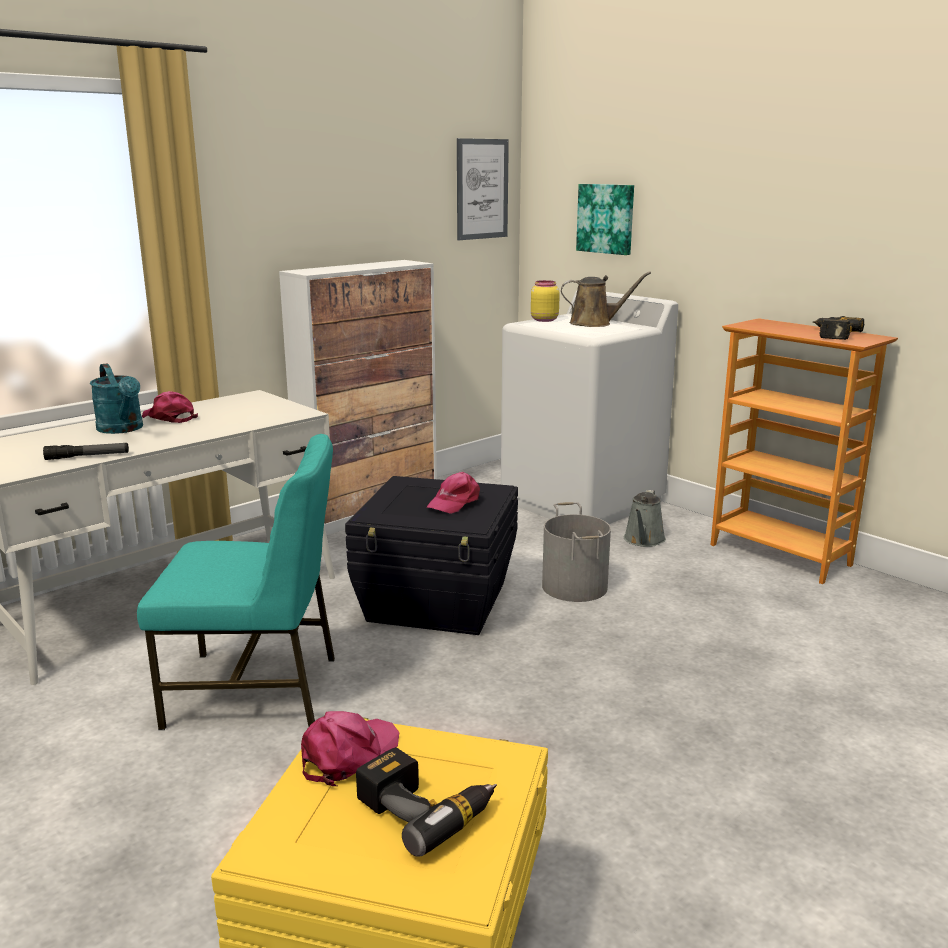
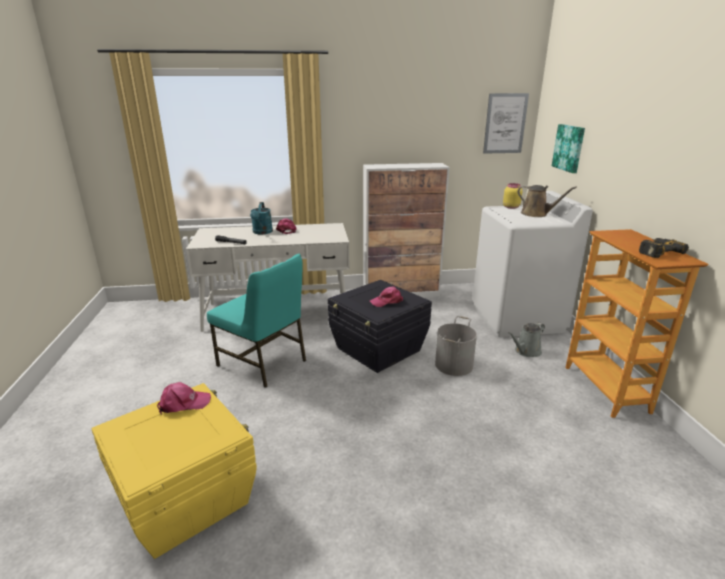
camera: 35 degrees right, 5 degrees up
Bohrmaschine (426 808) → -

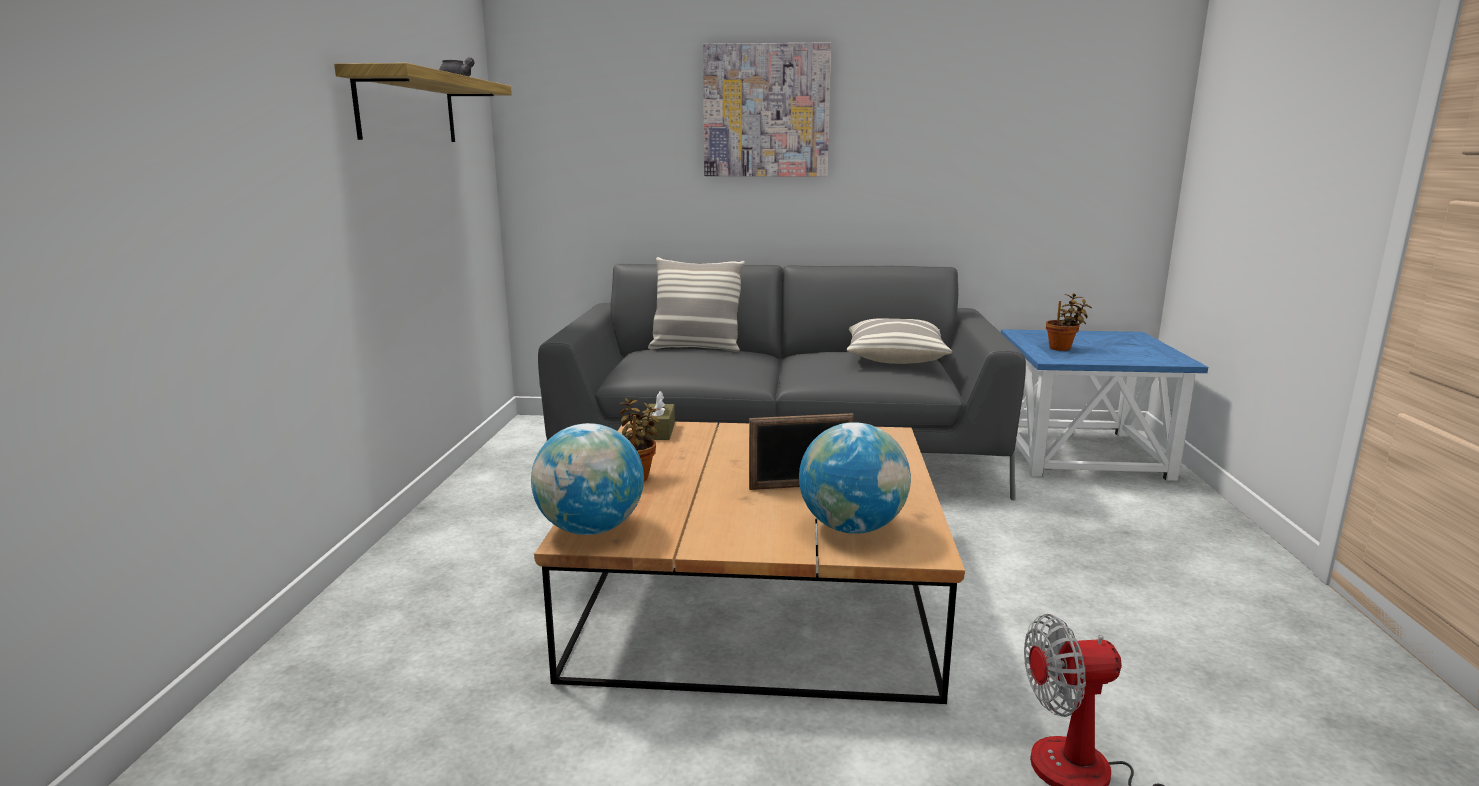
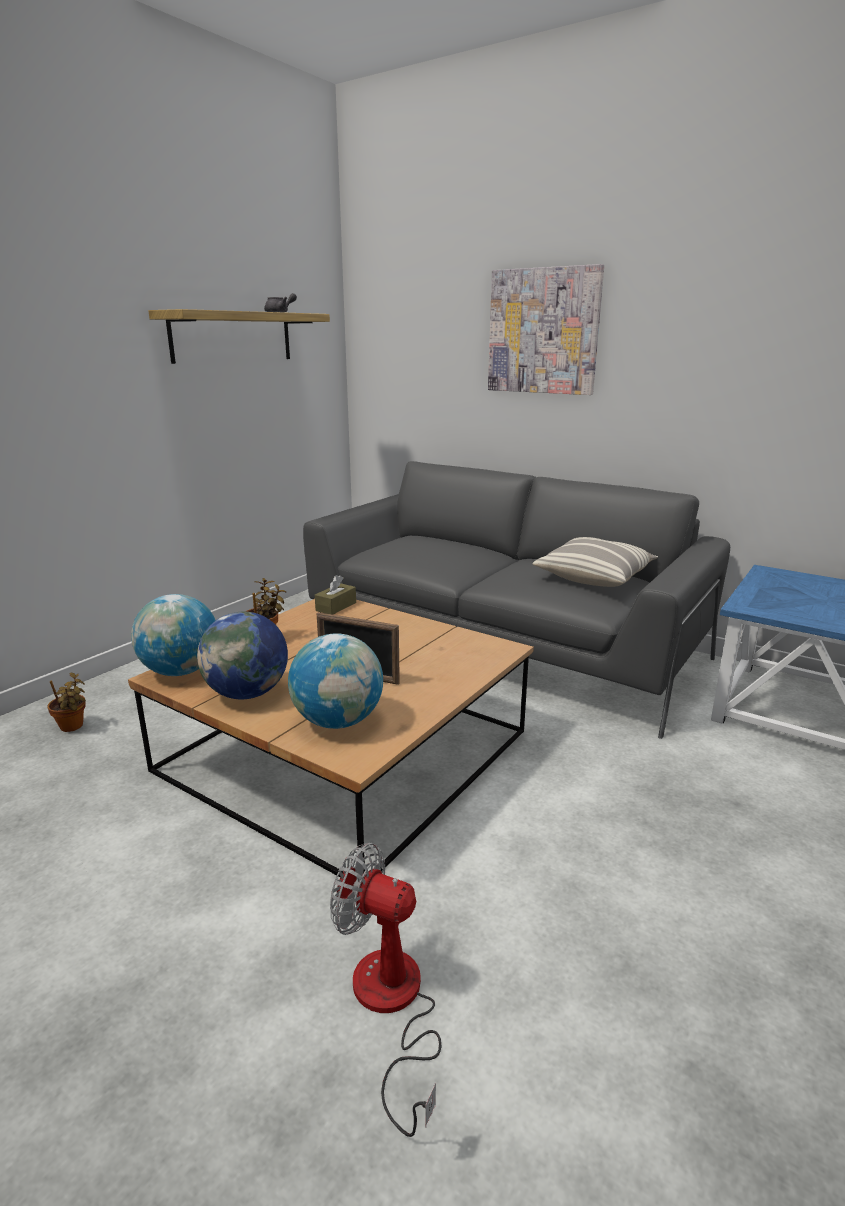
camera: 30 degrees right, 5 degrees up
Kissen (696 348) → -
Topfpflanze (1062 348) → Topfpflanze (73 727), moved
- → Globus (247 693)

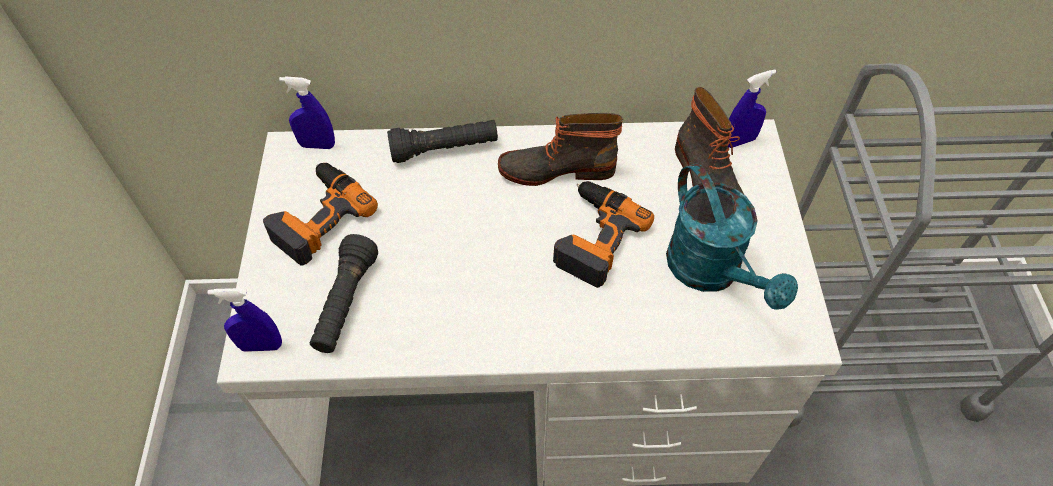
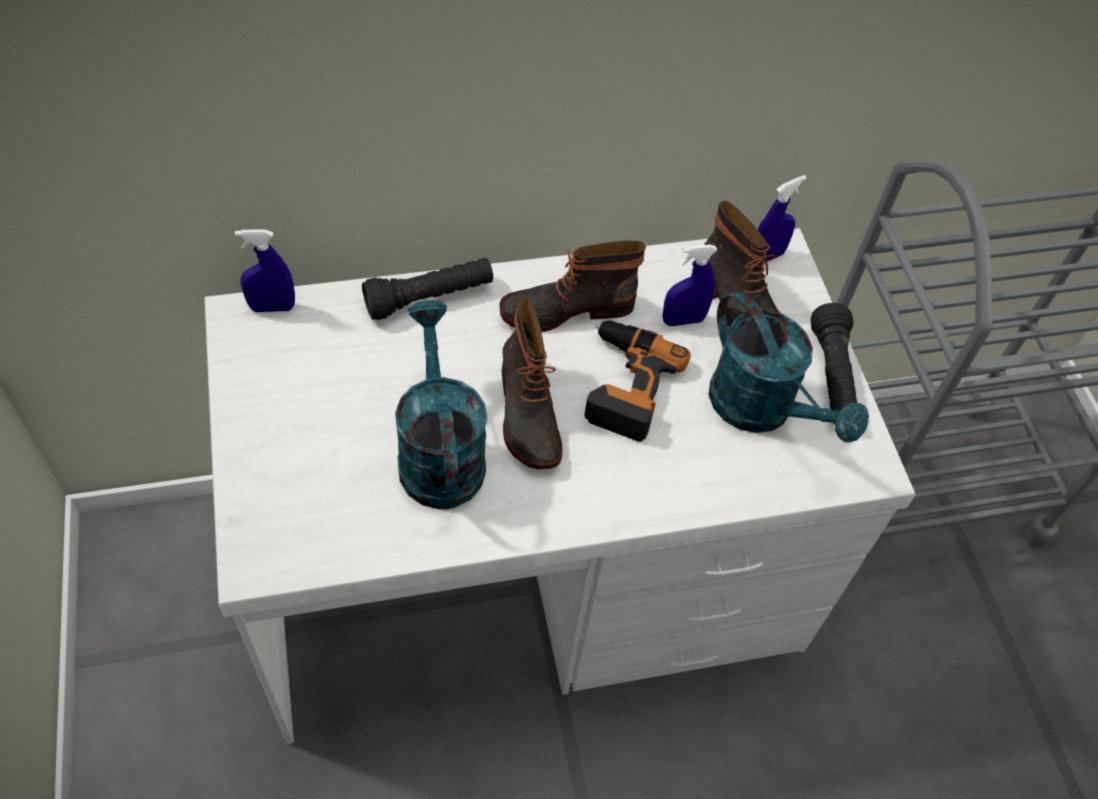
camera: 15 degrees left, 0 degrees up
Bohrmaschine (317 217) → -
Taschenlampe (schwarz) (346 303) → Taschenlampe (schwarz) (832 377), moved
Sprühflasche (blau) (261 346) → Sprühflasche (blau) (683 320), moved
- → Stiefel (526 414)
- → Gießkanne (türkis) (439 451)

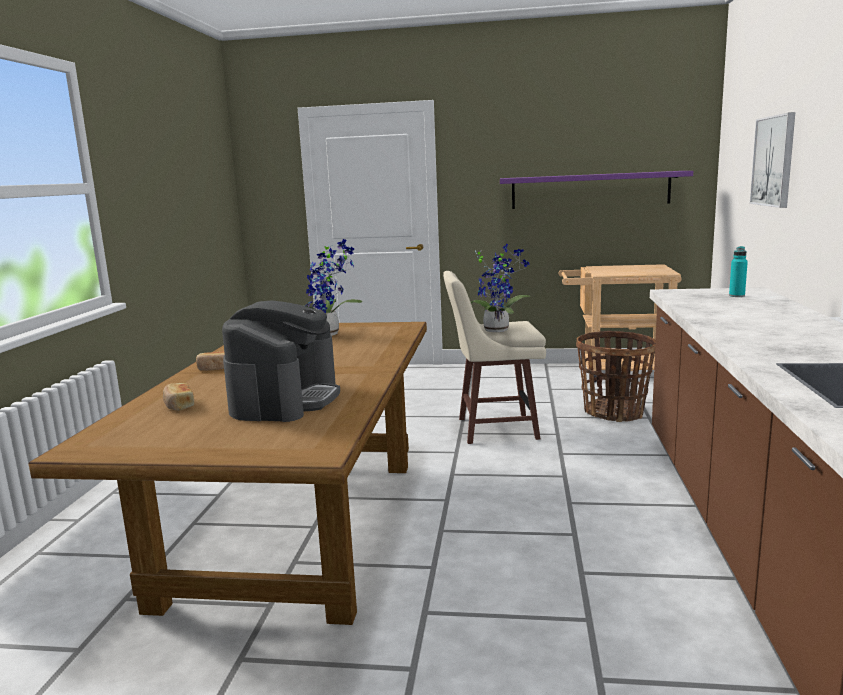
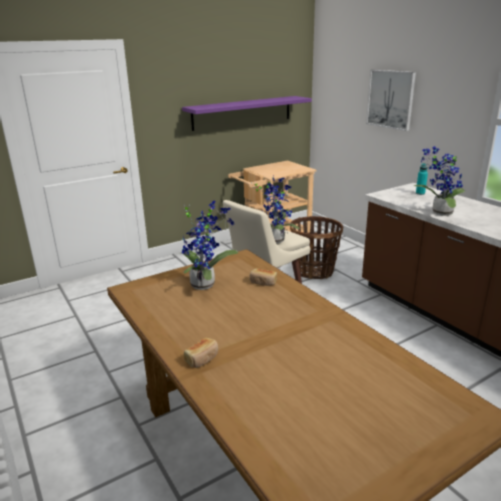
camera: 40 degrees left, 10 degrees up
Kaffeemaschine (285 400) → -
Brot (178 405) → Brot (263 282), moved
- → Topfpflanze (439 213)

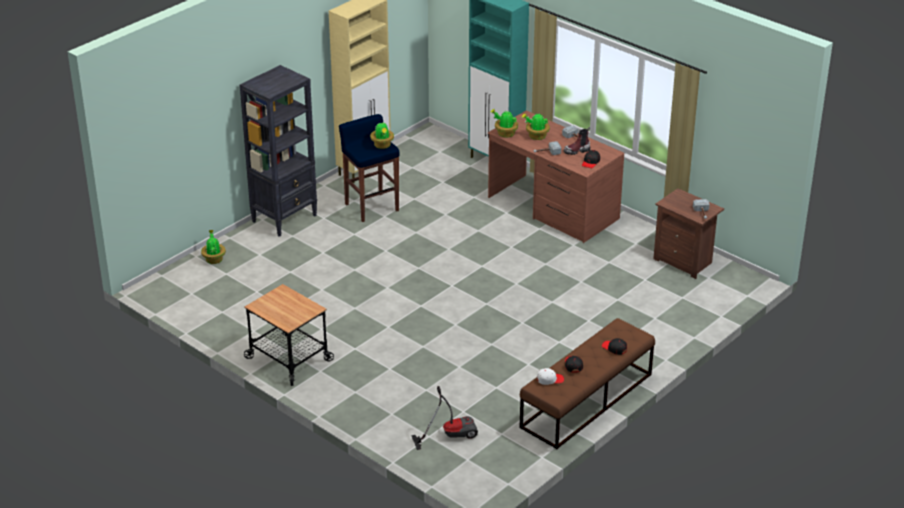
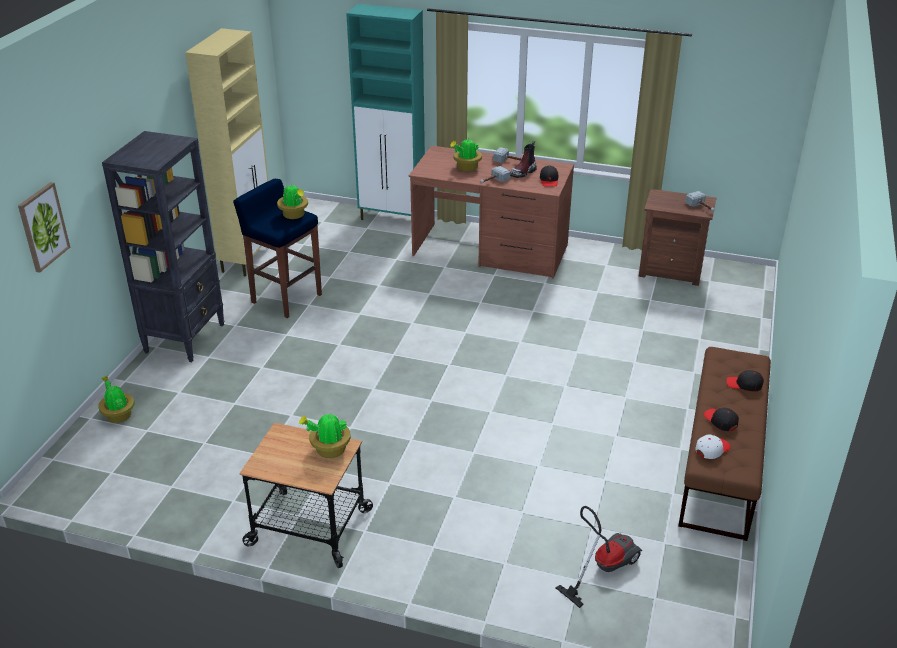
camera: 25 degrees left, 0 degrees up
Topfpflanze (505 134) → Topfpflanze (329 450), moved
- → Bild (43 227)

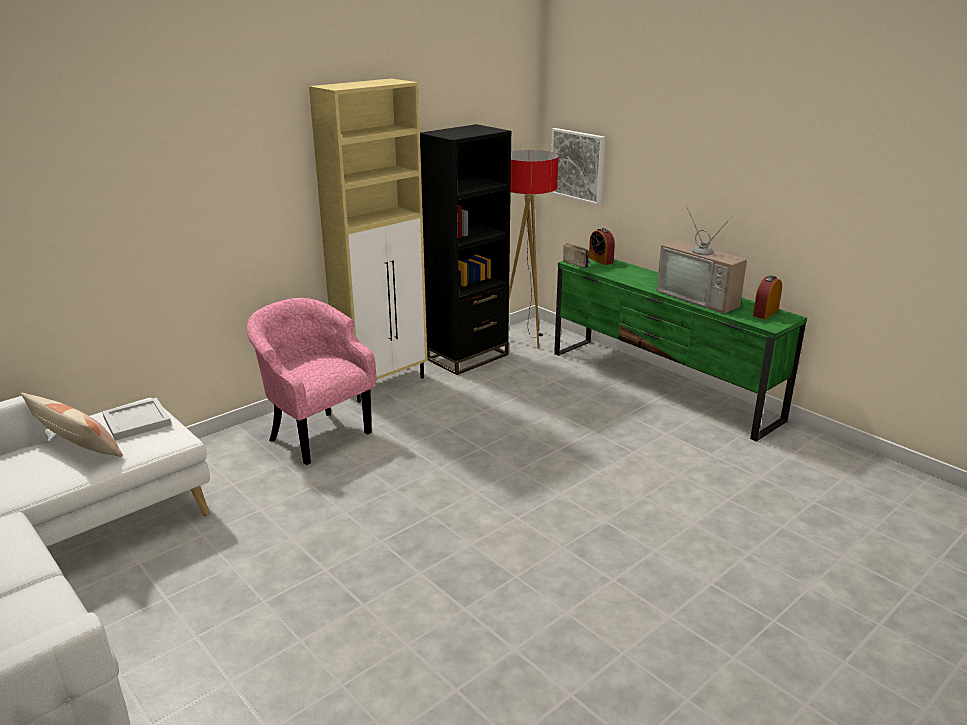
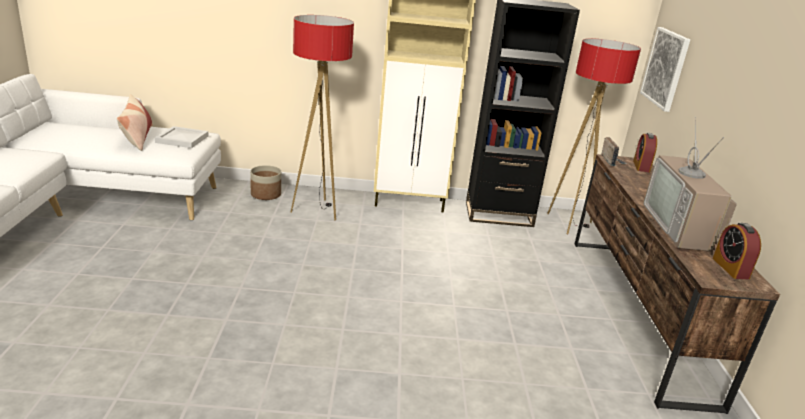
camera: 40 degrees right, 0 degrees up
Fernsehschrank (grün) (661 385) → Fernsehschrank (braun) (635 312)
Wecker (765 313) → Wecker (730 268), 90 degrees counterclockwise
Sessel (rosa) (315 435) → Stehlampe (317 210)
- → Pflanzkübel (266 194)

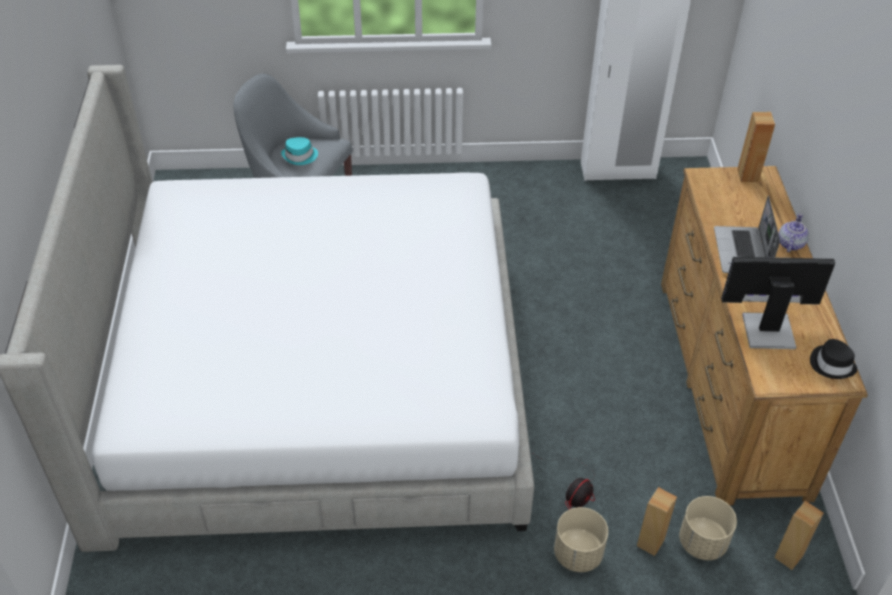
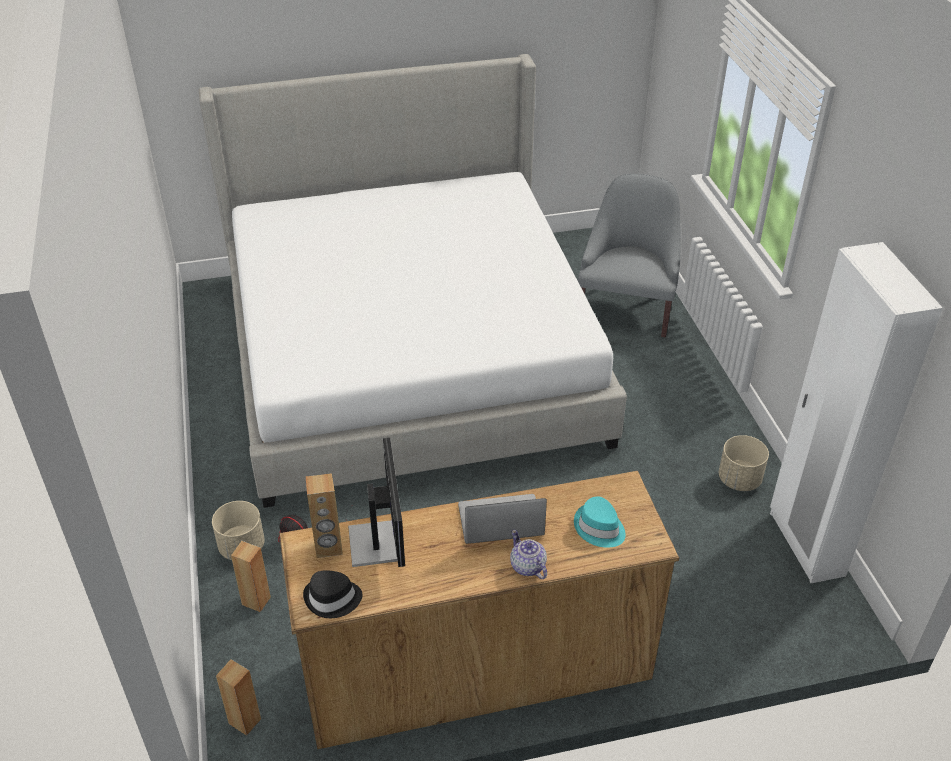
camera: 80 degrees right, 5 degrees down
Lautsprecher (braun) (748 175) → Lautsprecher (braun) (328 547), moved
Hut (türkis) (300 156) → Hut (türkis) (599 528), moved
Teekanne (790 244) → Teekanne (527 567), 135 degrees counterclockwise
Pflanzkübel (beige) (702 542) → Pflanzkübel (beige) (739 479), moved

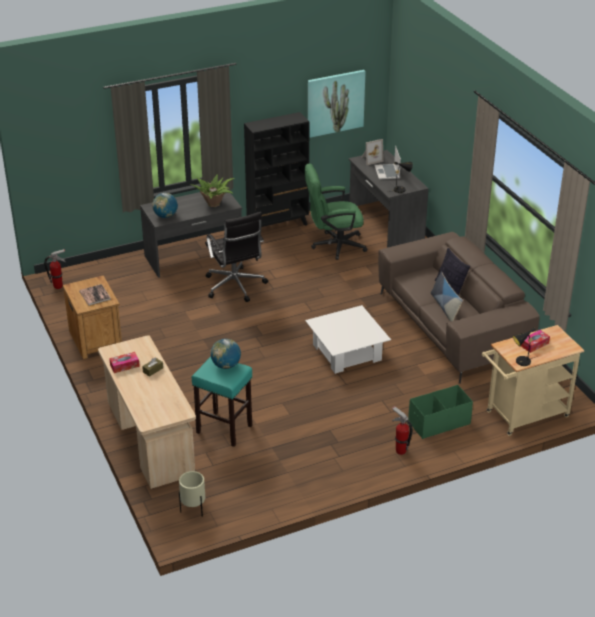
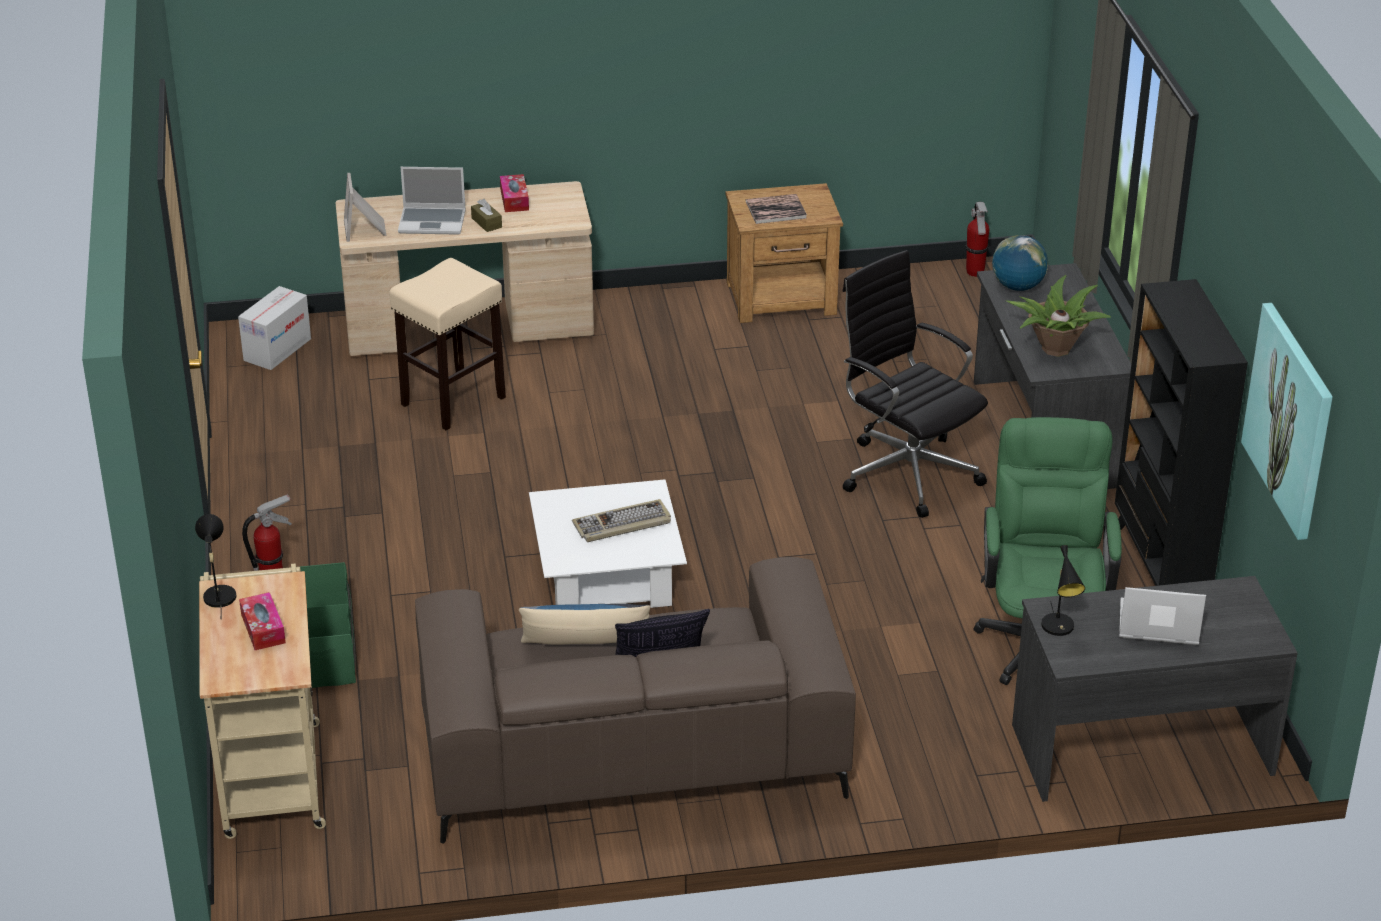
camera: 105 degrees right, 0 degrees up
Bilderrahmen (371 159) → Bilderrahmen (366 229), moved
Bürostuhl (schwarz) (235 286) → Bürostuhl (schwarz) (907 471), 60 degrees clockwise
Globus (226 365) → -
Hocker (türkis) (225 429) → Hocker (beige) (452 401)
Pflanzkübel (beige) (193 509) → Karton (277 349)
- → Laptop (433 222)
- → Tastatur (622 524)

